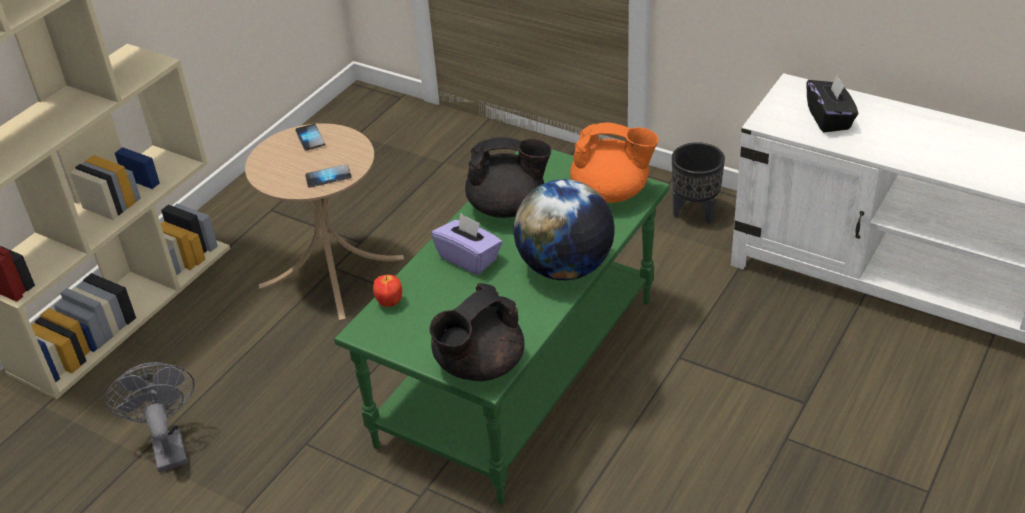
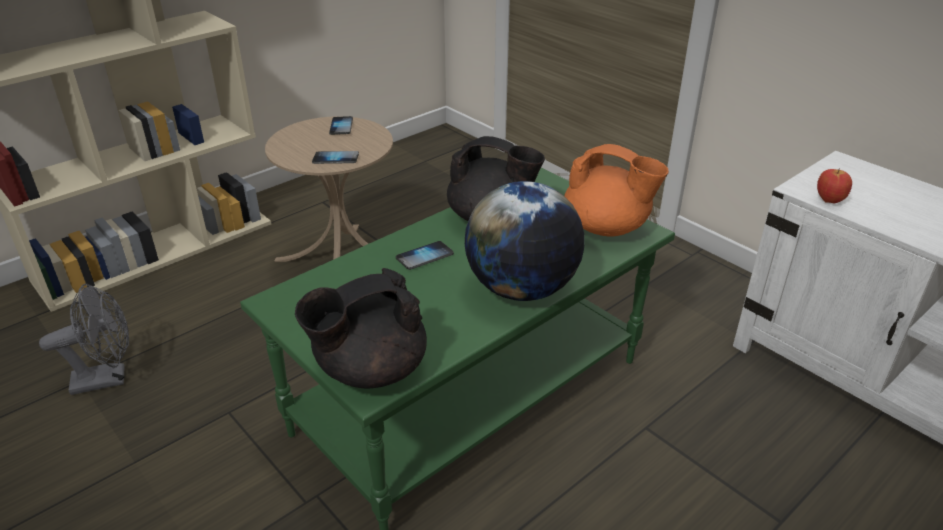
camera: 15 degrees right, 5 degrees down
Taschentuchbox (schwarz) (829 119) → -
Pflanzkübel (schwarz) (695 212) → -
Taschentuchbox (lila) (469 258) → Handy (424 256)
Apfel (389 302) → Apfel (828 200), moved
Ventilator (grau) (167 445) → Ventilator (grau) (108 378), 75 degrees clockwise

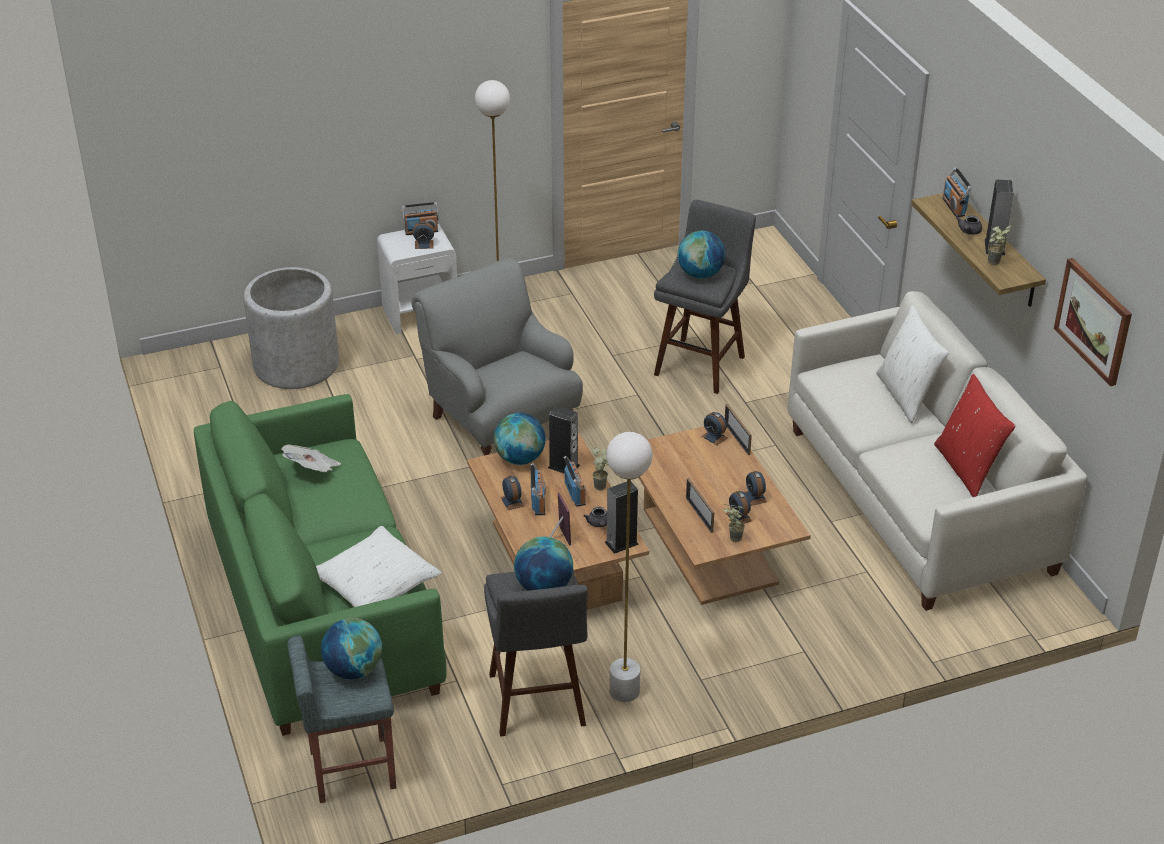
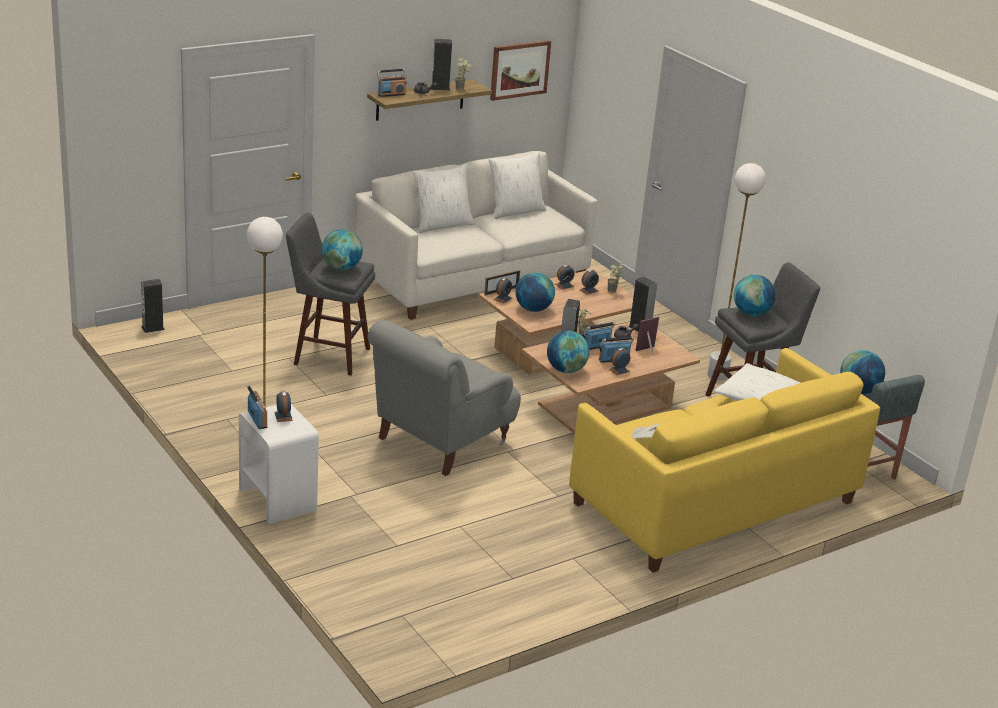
camera: 105 degrees left, 10 degrees down
Pflanzkübel (grau) (296 365) → -
Kissen (rot) (967 468) → Kissen (weiß) (515 211)
Sofa (grün) (322 608) → Sofa (gelb) (714 503)
Bilderrahmen (699 515) → -
- → Globus (533 309)
- → Lautsprecher (153 328)

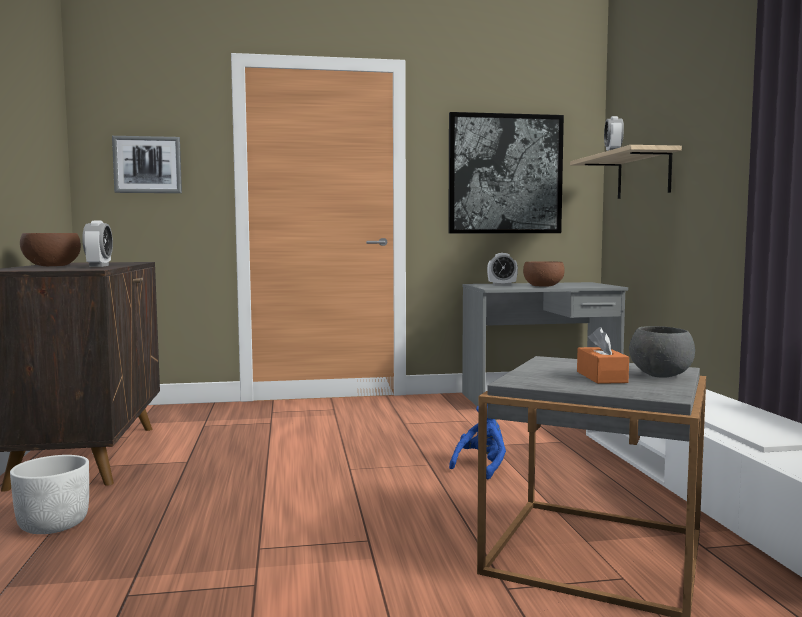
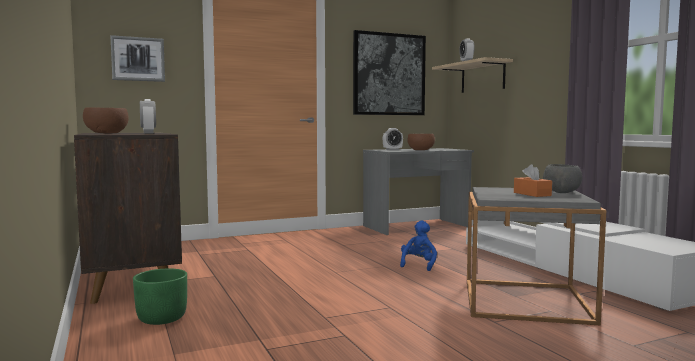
camera: 15 degrees left, 0 degrees up
Pflanzkübel (weiß) (53 525) → Pflanzkübel (grün) (161 319)

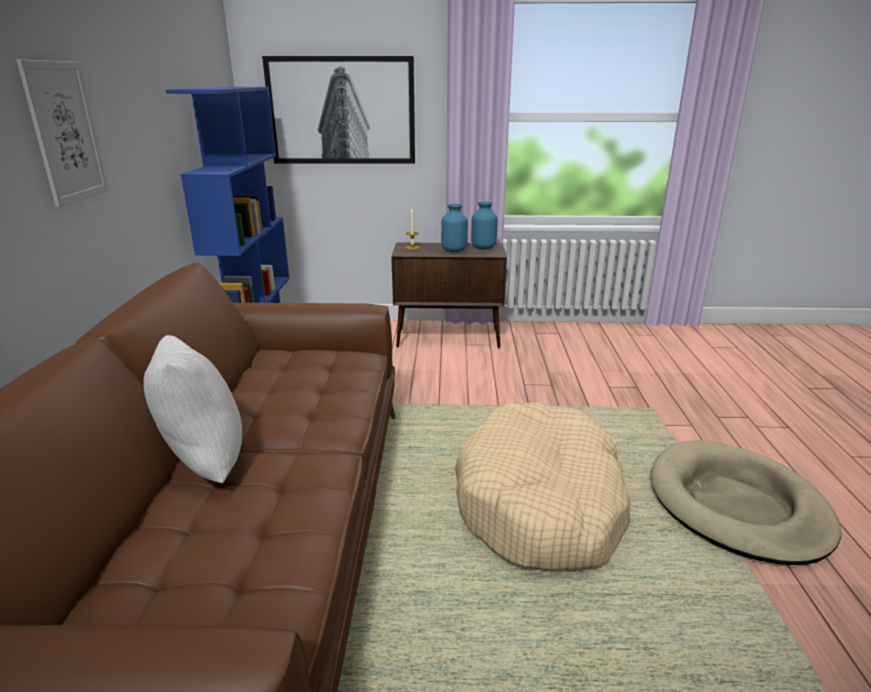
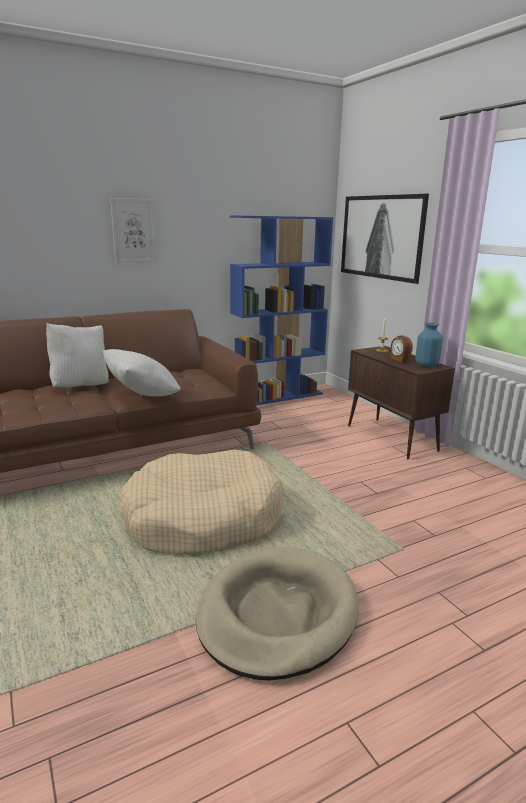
camera: 60 degrees right, 5 degrees down
Vase (blau) (454 250) → Wecker (399 359)
- → Kissen (weiß) (142 396)

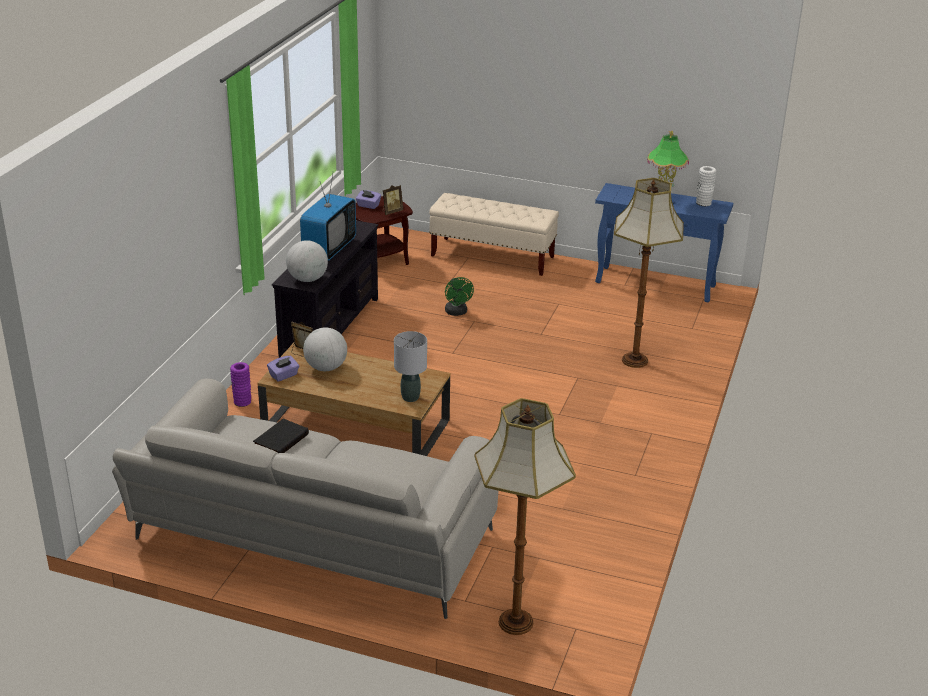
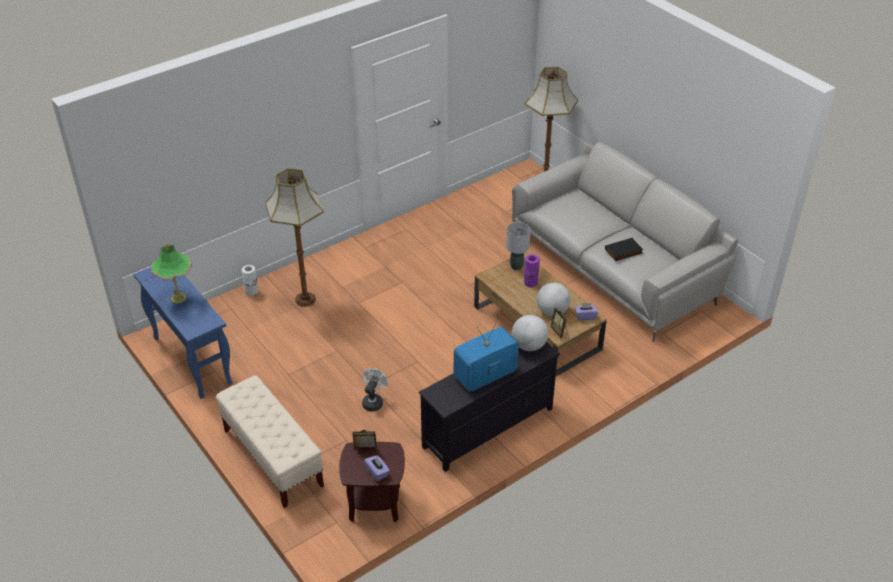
camera: 145 degrees left, 10 degrees up
Vase (weiß) (703 203) → Vase (weiß) (252 292), moved
Ventilator (grün) (457 312) → Ventilator (weiß) (373 401)
Vase (lila) (242 401) → Vase (lila) (530 283), moved

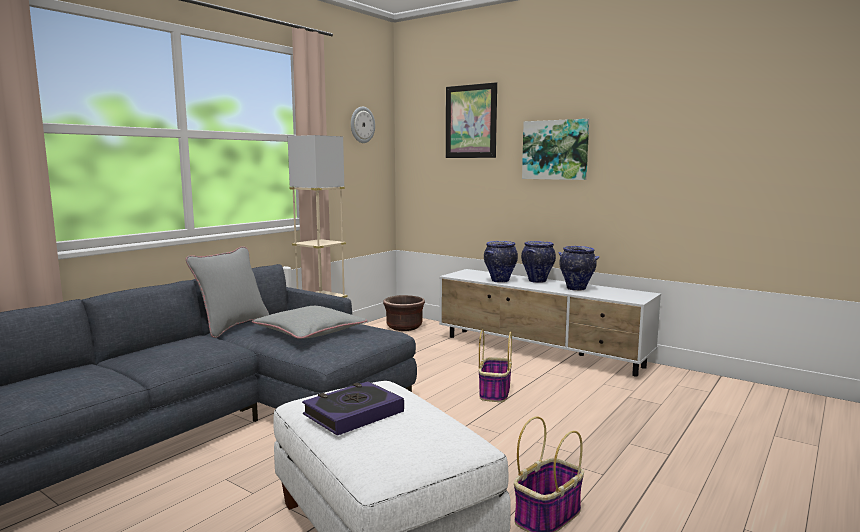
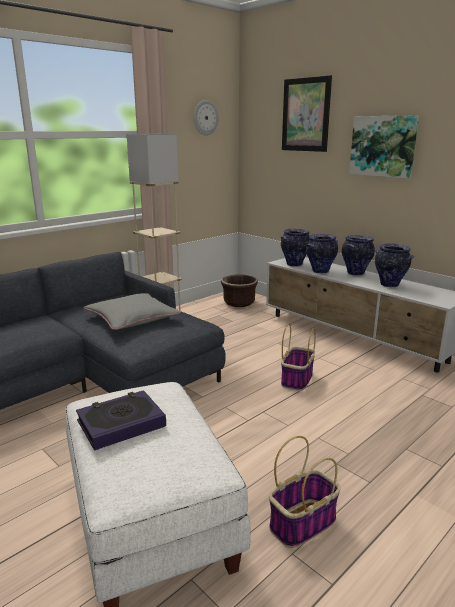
camera: 10 degrees right, 10 degrees up
Kissen (grau) (232 327) → -
- → Vase (294 264)

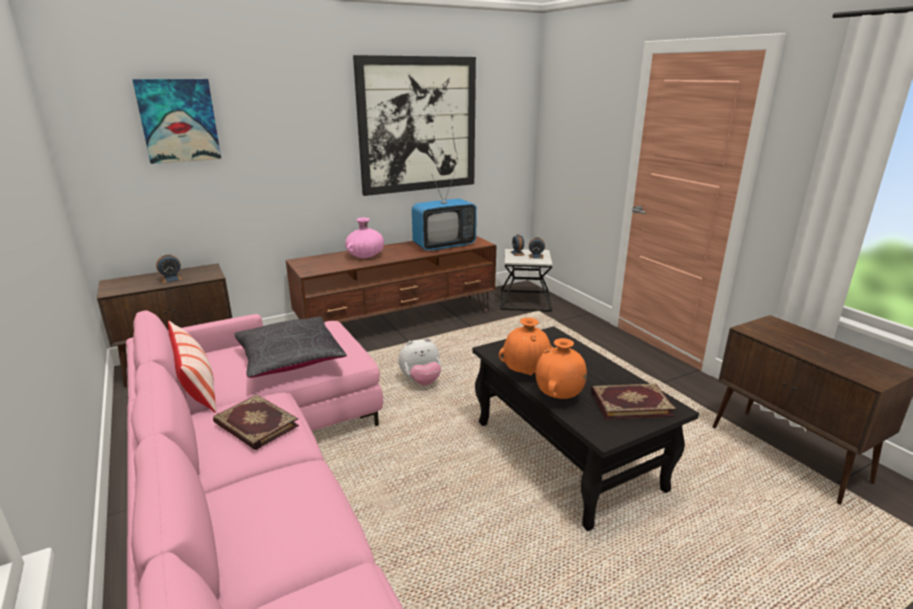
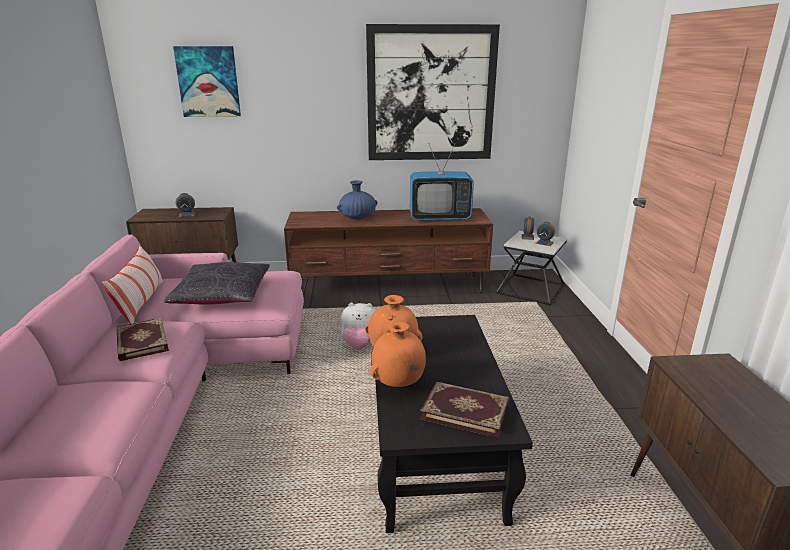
camera: 25 degrees right, 0 degrees up
Vase (rosa) (365 256) → Vase (blau) (358 217)

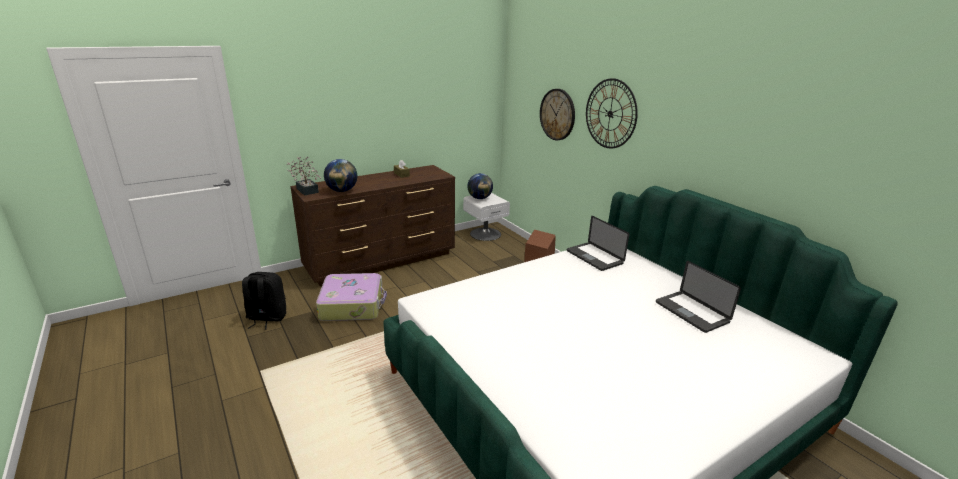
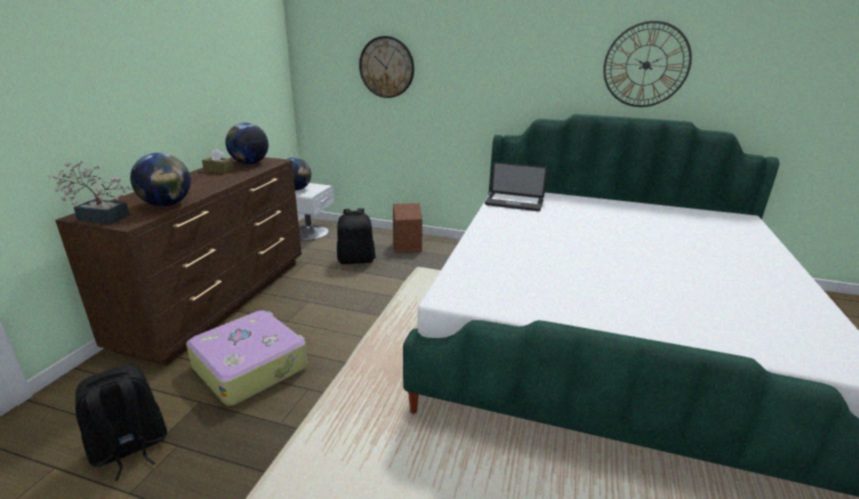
camera: 40 degrees left, 0 degrees up
Wanduhr (610 114) → Wanduhr (646 65), moved
Laptop (691 312) → -
- → Globus (250 163)
- → Rucksack (schwarz) (356 260)

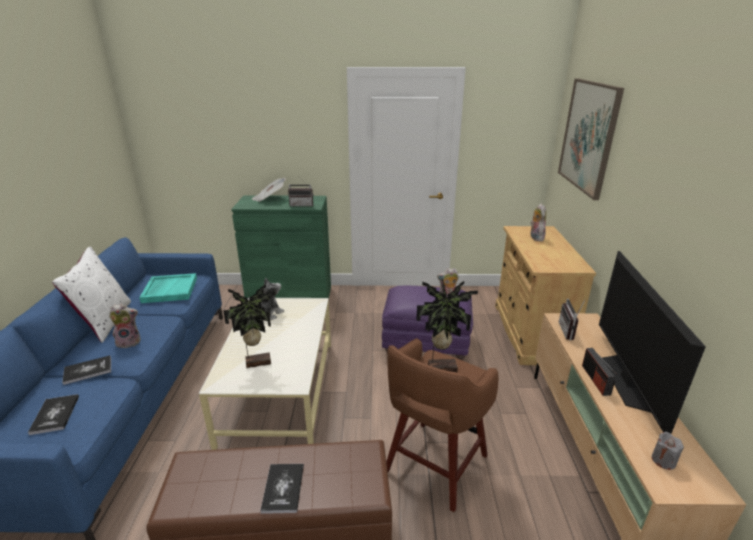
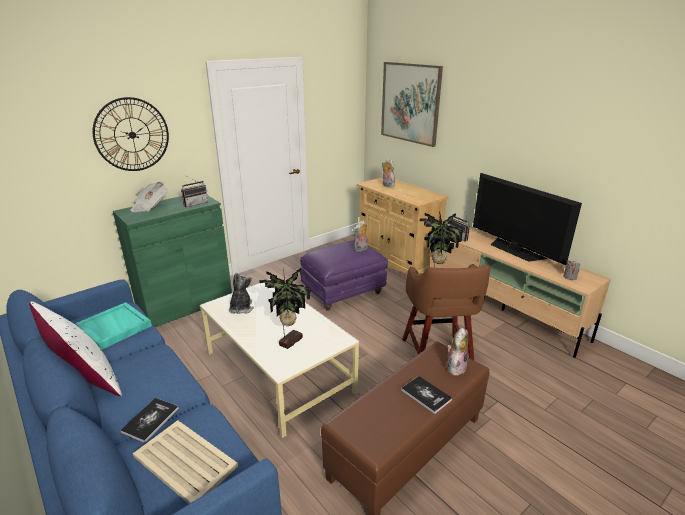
camera: 40 degrees left, 0 degrees up
Plüschtier (129 342) → Plüschtier (455 367), moved
Radio (595 380) → -
Buch (55 415) → Tablett (beige) (185 462)
- → Wanduhr (132 135)

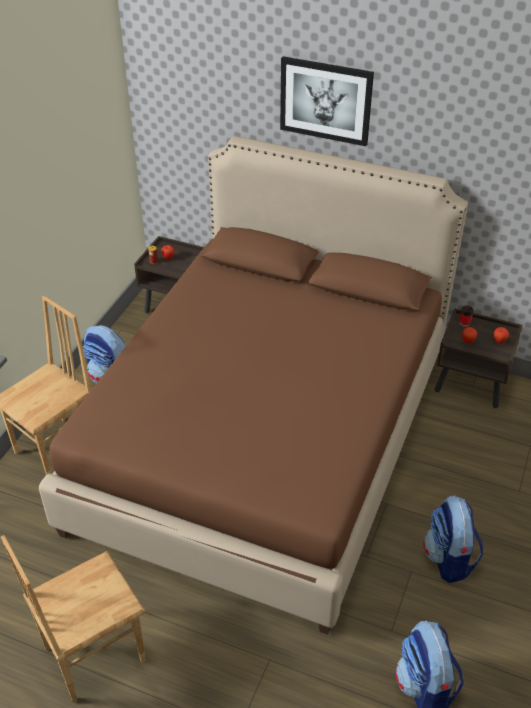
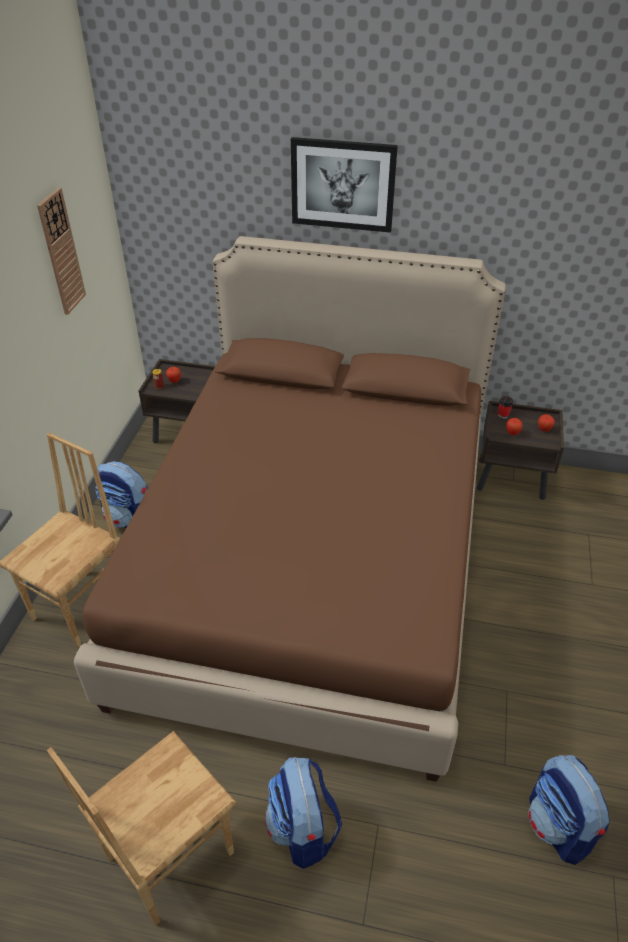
camera: 10 degrees left, 0 degrees up
Rucksack (449 559) → Rucksack (303 830), moved
- → Wanduhr (61 253)

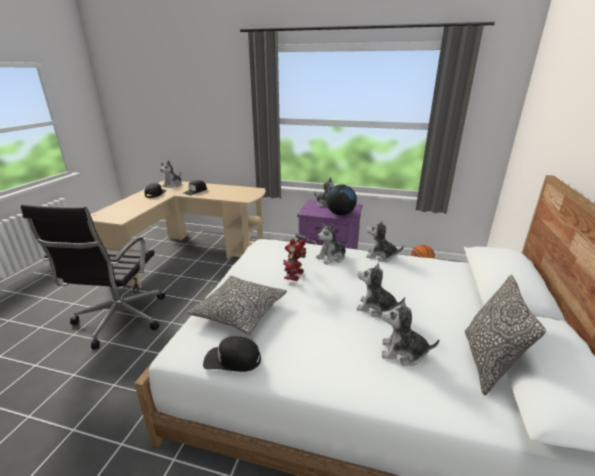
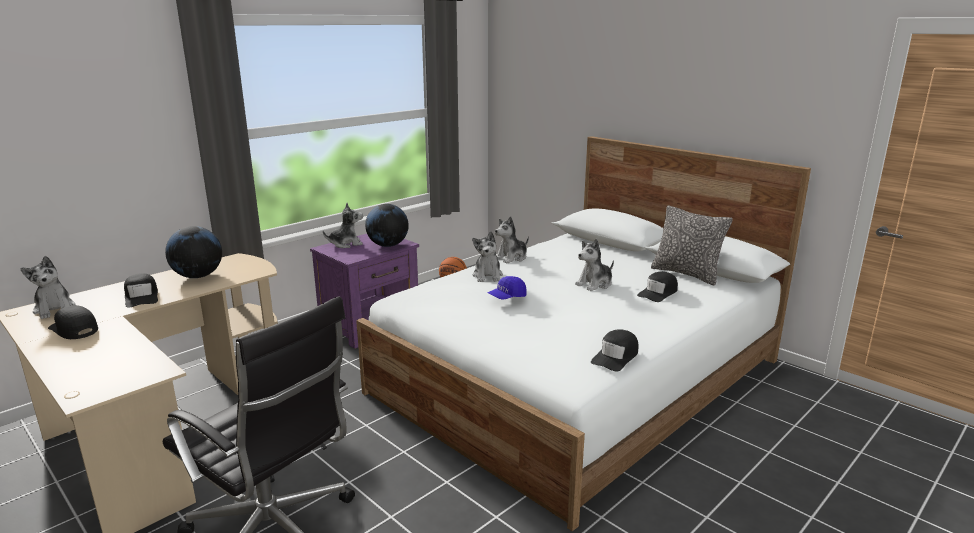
camera: 60 degrees left, 5 degrees down
Spielzeugroboter (295 275) → Kappe (blau) (507 297)
Kissen (240 311) → -
Plüschtier (403 353) → Kappe (schwarz) (658 293)
- → Globus (198 276)

